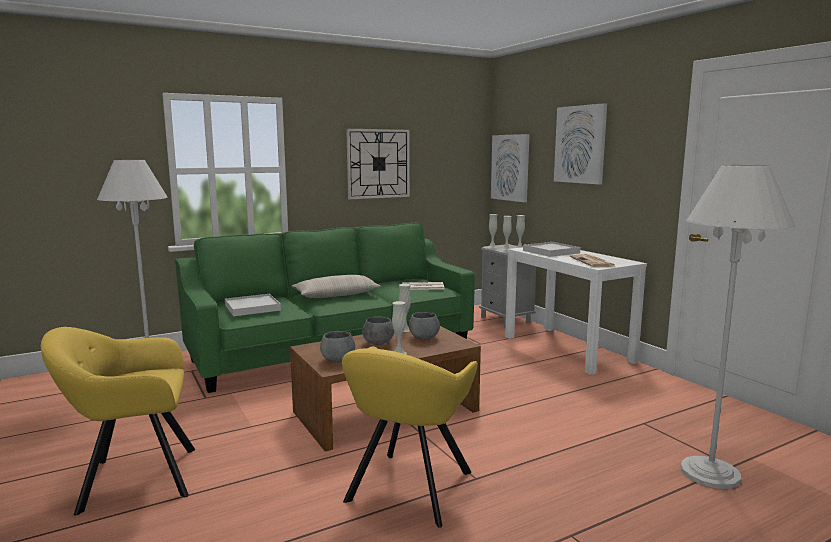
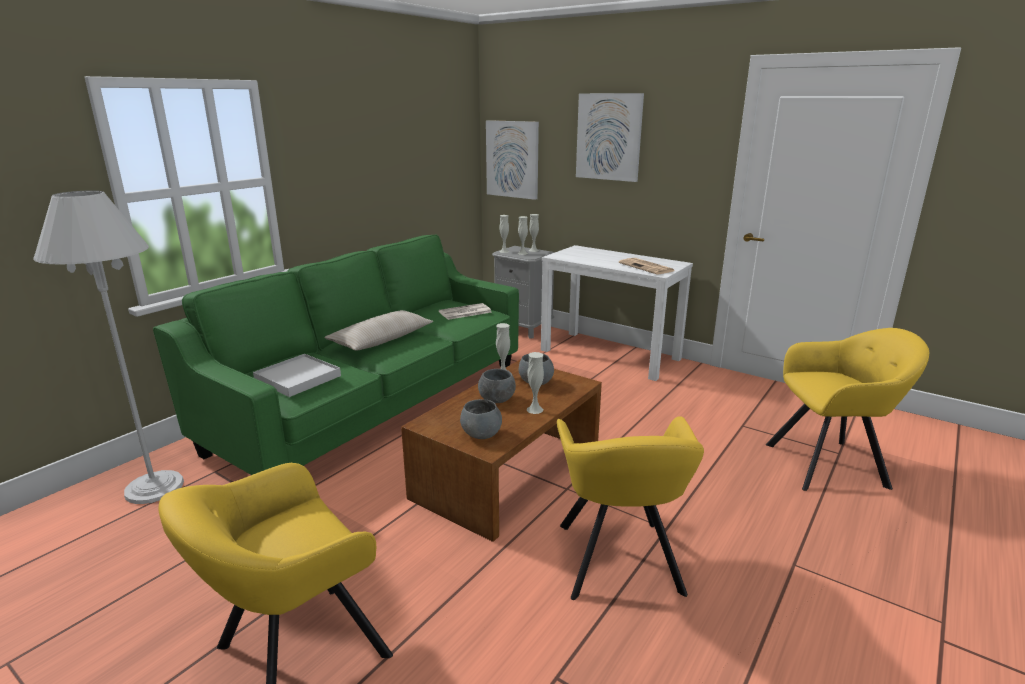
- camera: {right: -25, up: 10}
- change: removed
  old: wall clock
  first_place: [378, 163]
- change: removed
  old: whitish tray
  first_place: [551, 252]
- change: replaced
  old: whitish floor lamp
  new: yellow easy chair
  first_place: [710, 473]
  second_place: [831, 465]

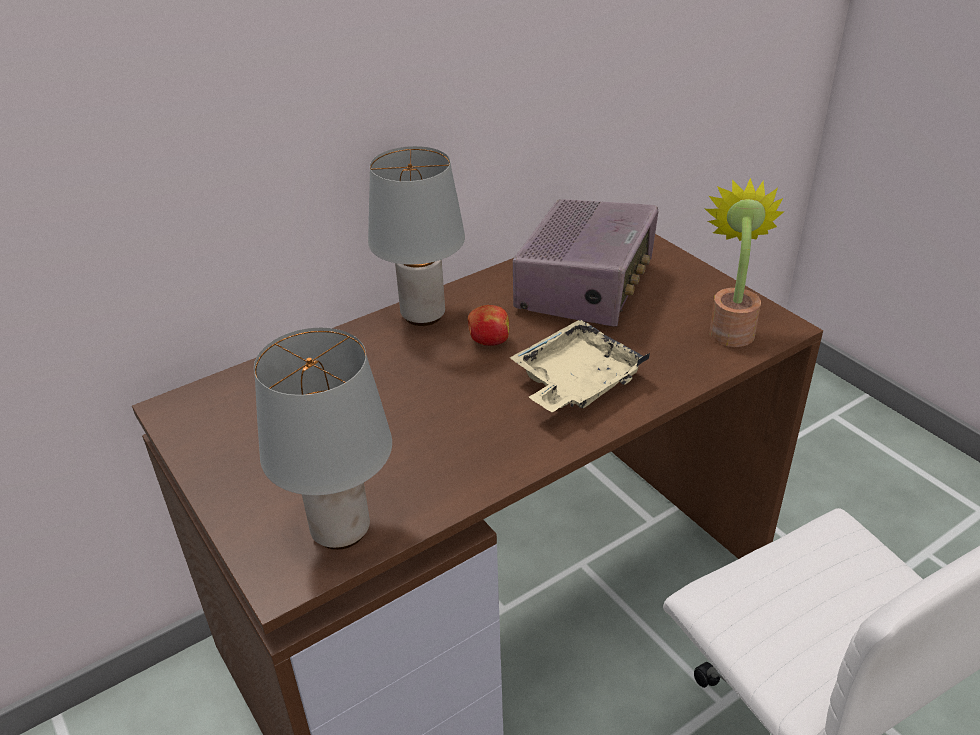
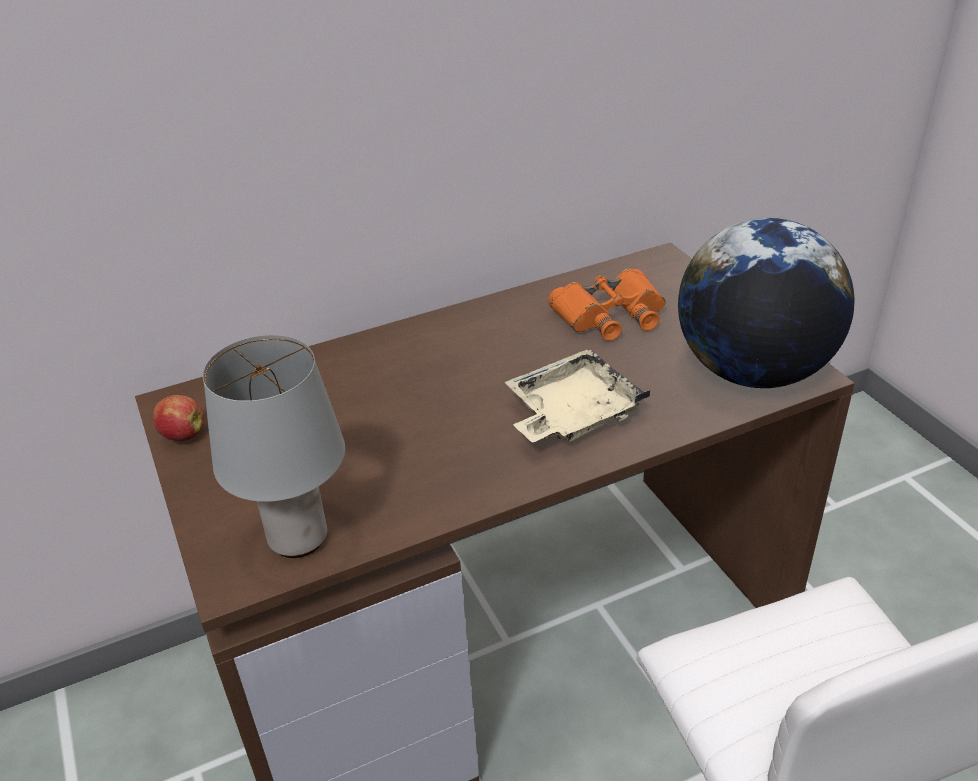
- camera: {right: 10, up: 0}
- change: removed
  old: gray lamp for a table
  first_place: [421, 315]
- change: moved
  old: whole apple
  first_place: [488, 341]
  second_place: [182, 435]
- change: replaced
  old: radio
  new: orangey field glasses
  first_place: [586, 286]
  second_place: [610, 315]
- change: replaced
  old: houseplant
  new: desk globe
  first_place: [731, 328]
  second_place: [752, 371]

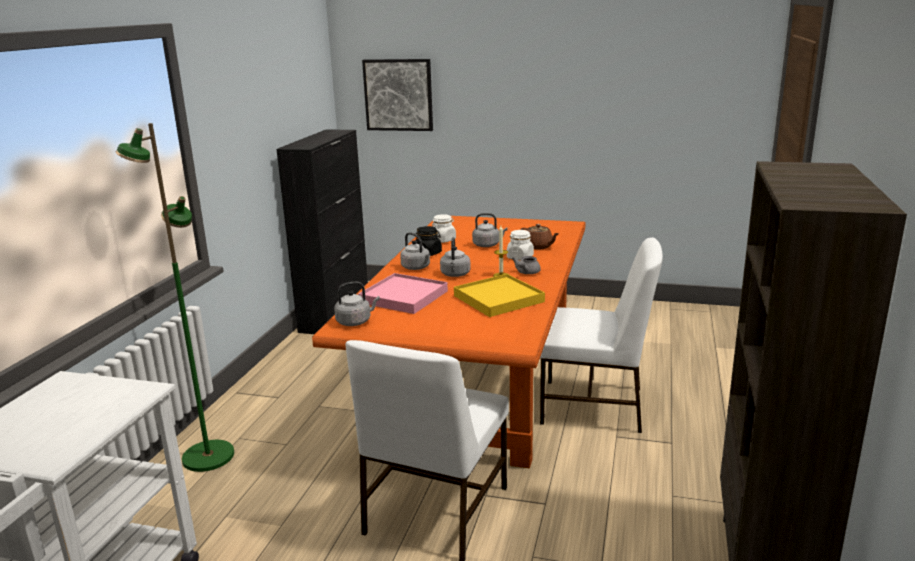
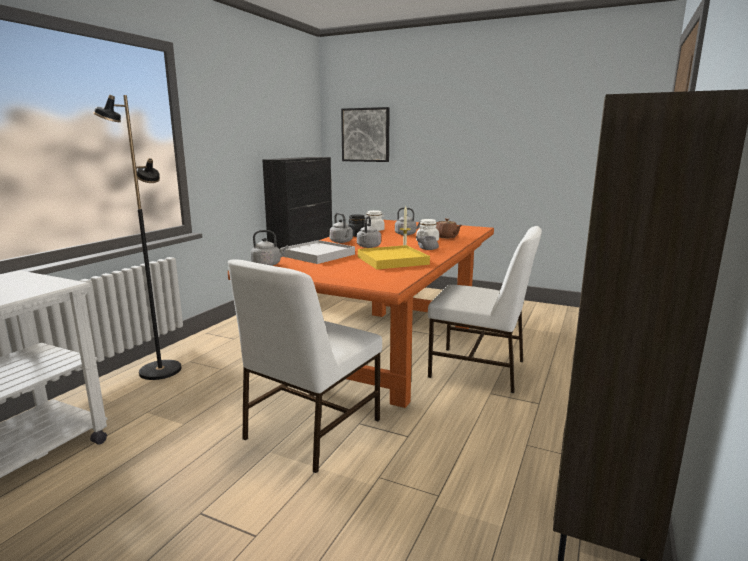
- camera: {right: 10, up: -5}
- change: recoloured
  old: greenish floor lamp
  new: black-coloured floor lamp
  first_place: [207, 457]
  second_place: [159, 370]
- change: recoloured
  old: pink tray
  new: whitish tray
  first_place: [404, 297]
  second_place: [318, 255]

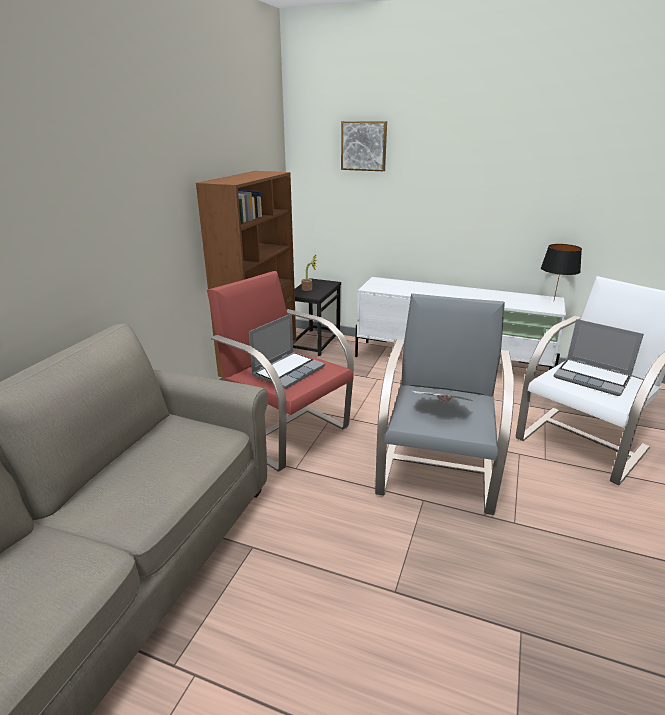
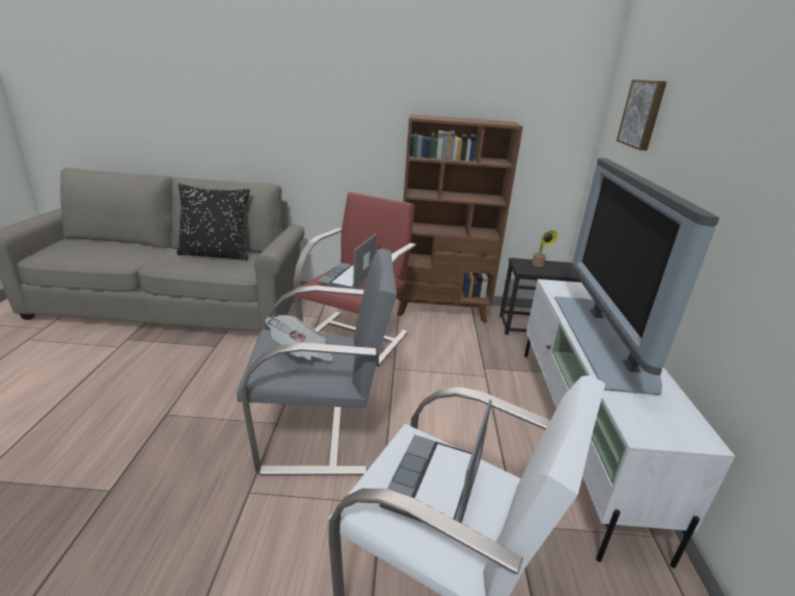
- camera: {right: 70, up: 0}
- change: removed
  old: black-coloured lamp for a table
  first_place: [554, 301]
- change: added
  new: black-coloured throw pillow
  second_place: [216, 254]
- change: added
  new: television
  second_place: [604, 339]
- change: turned
  old: laptop
  first_place: [288, 371]
  second_place: [347, 278]
  degrees: 90

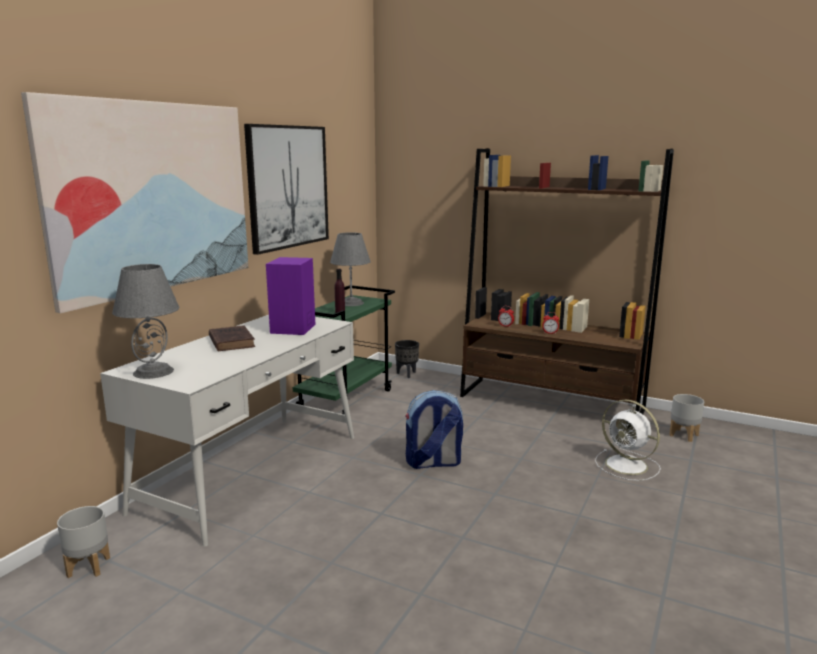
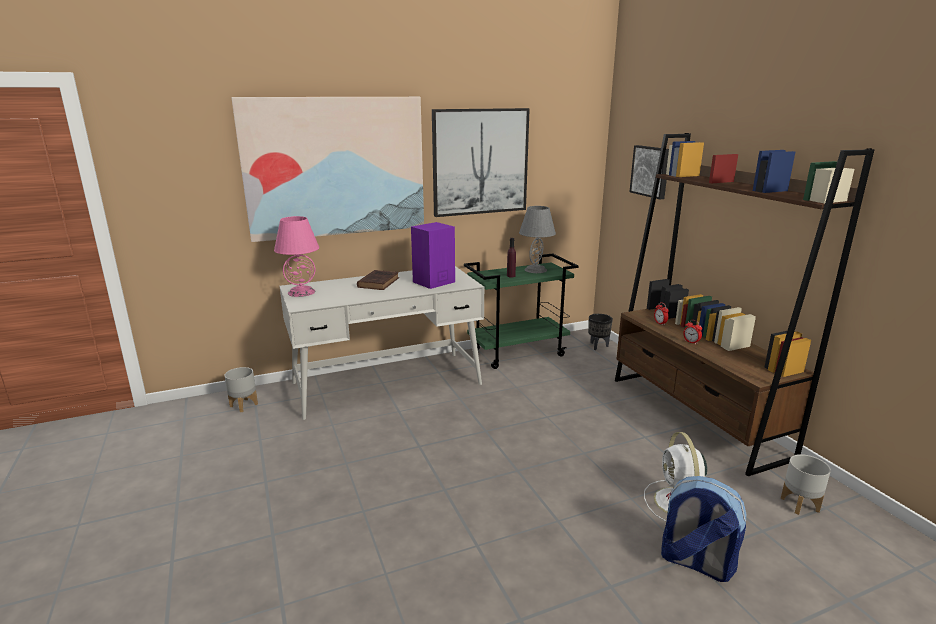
- camera: {right: 40, up: 5}
- change: added
  new: wall art
  second_place: [651, 171]
- change: moved
  old: backpack
  first_place: [433, 463]
  second_place: [695, 563]
- change: recoloured
  old: gray lamp for a table
  new: pink lamp for a table
  first_place: [153, 372]
  second_place: [301, 292]

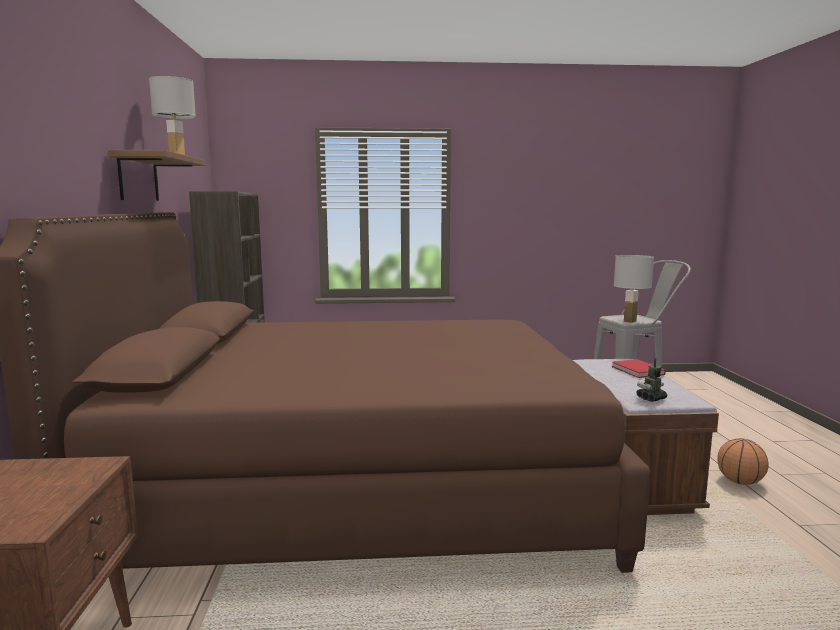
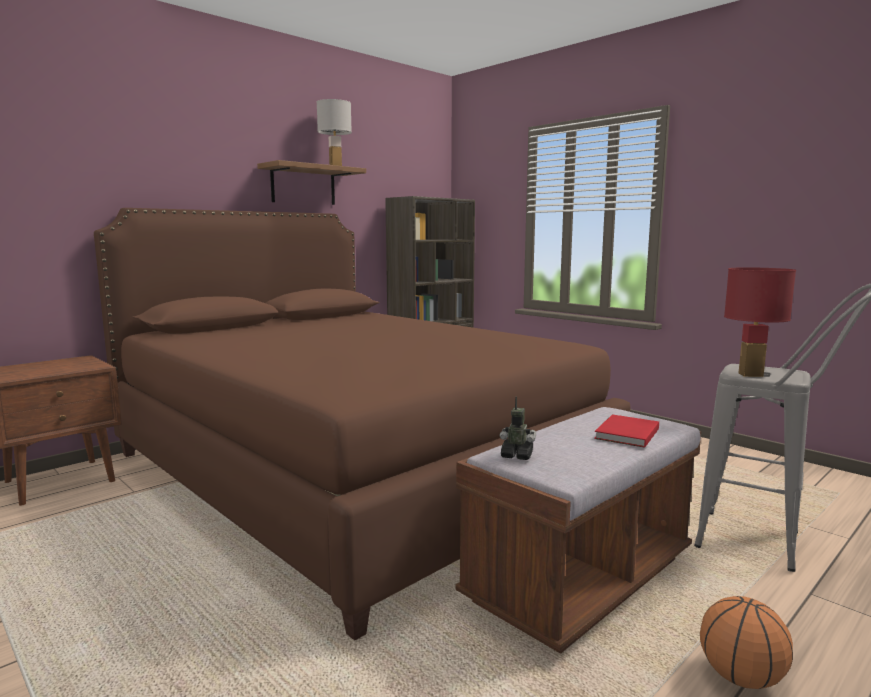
- camera: {right: 50, up: 0}
- change: recoloured
  old: whitish lamp for a table
  new: red lamp for a table
  first_place: [629, 321]
  second_place: [751, 375]

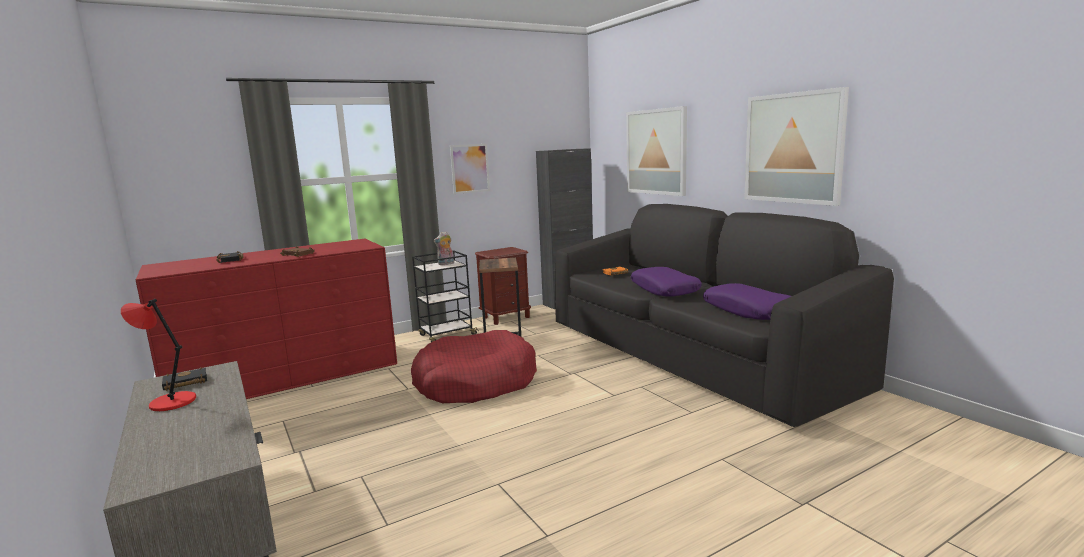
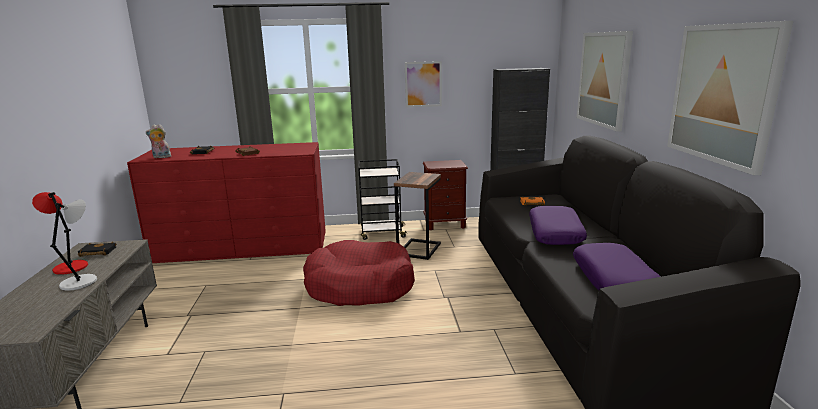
- camera: {right: 25, up: 5}
- change: added
  new: gray lamp for a table
  second_place: [80, 282]
- change: moved
  old: cuddly toy
  first_place: [446, 264]
  second_place: [161, 157]

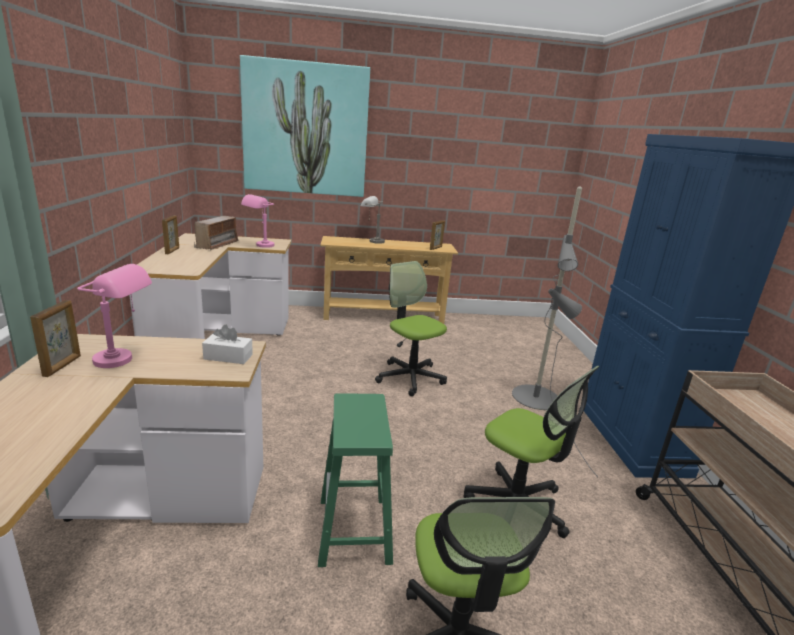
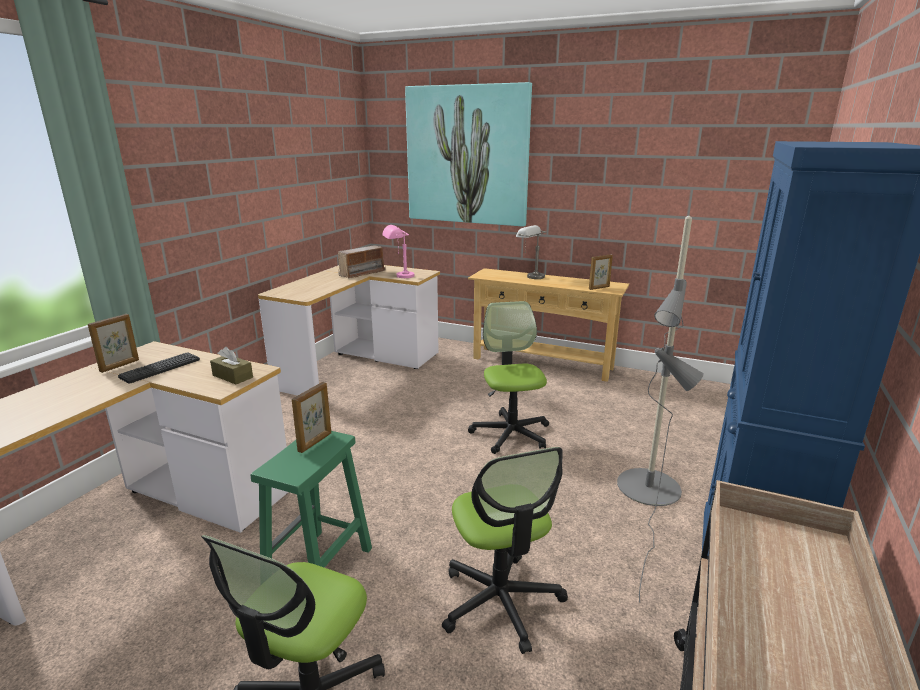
- camera: {right: 30, up: 0}
- change: moved
  old: photo frame
  first_place: [172, 251]
  second_place: [315, 442]
- change: replaced
  old: pink lamp for a table
  new: PC keyboard
  first_place: [125, 361]
  second_place: [160, 368]
- change: recoloured
  old: whitish box of tissues
  new: brown box of tissues
  first_place: [228, 357]
  second_place: [232, 376]

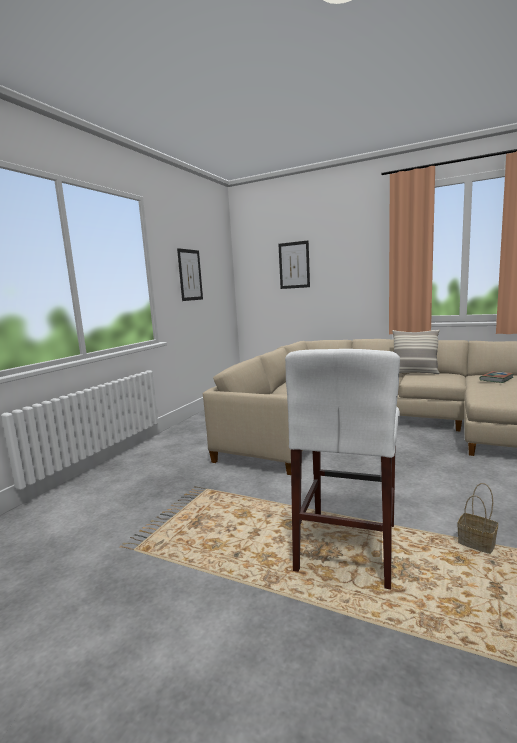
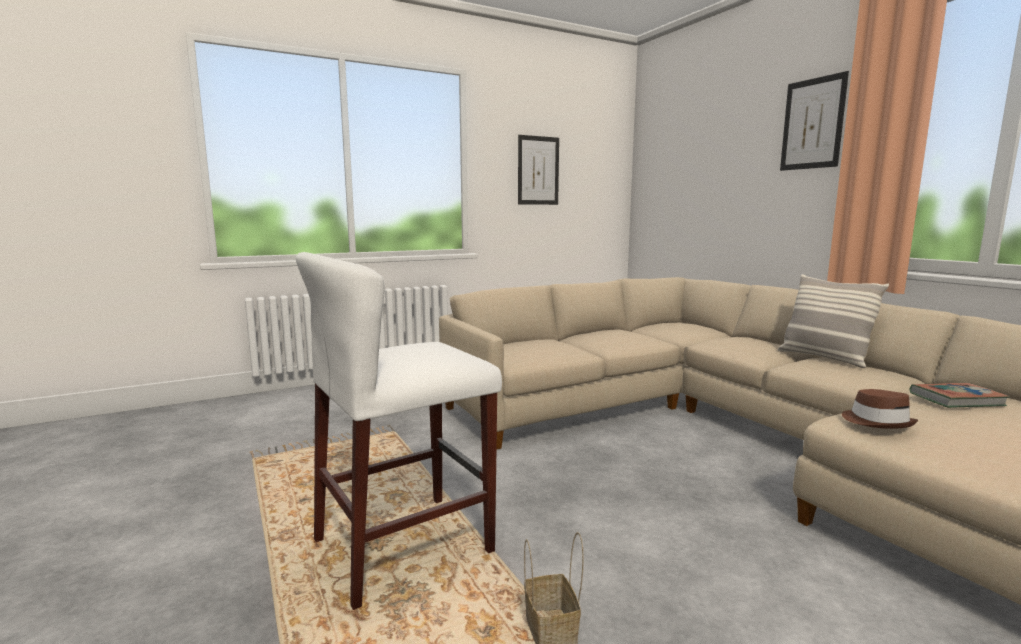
- camera: {right: 35, up: 0}
- change: added
  new: brown hat
  second_place: [877, 422]
- change: moved
  old: wall art
  first_place: [294, 265]
  second_place: [812, 124]

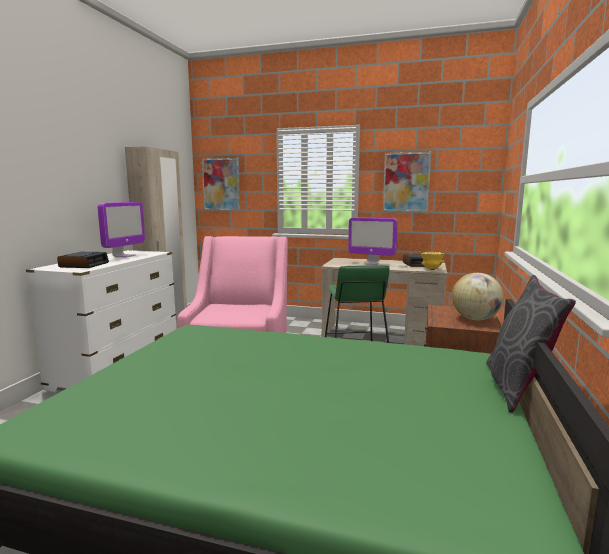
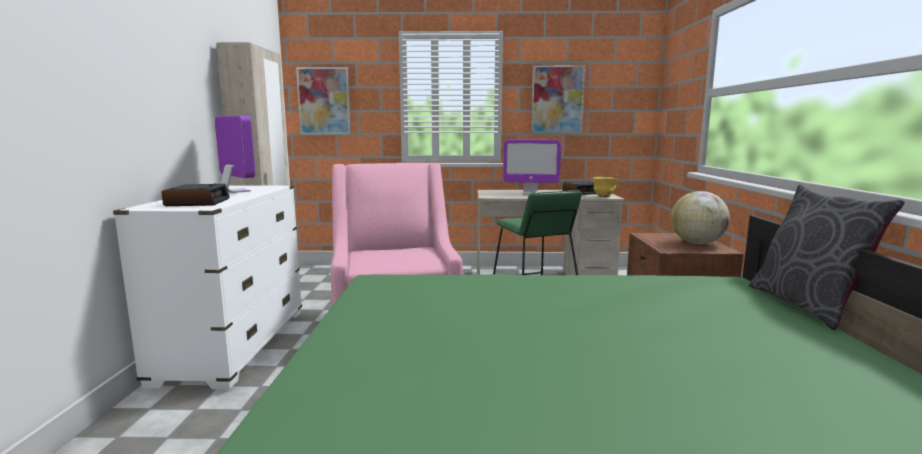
- camera: {right: -15, up: 0}
- change: turned
  old: monitor
  first_place: [124, 256]
  second_place: [235, 191]
  degrees: -45

